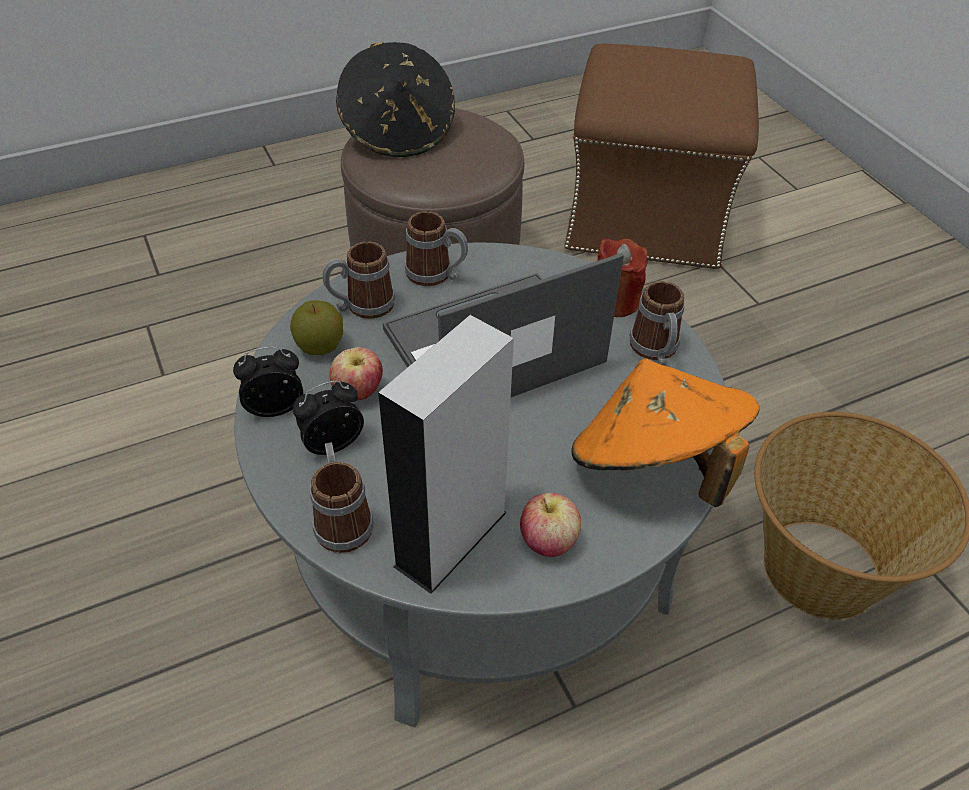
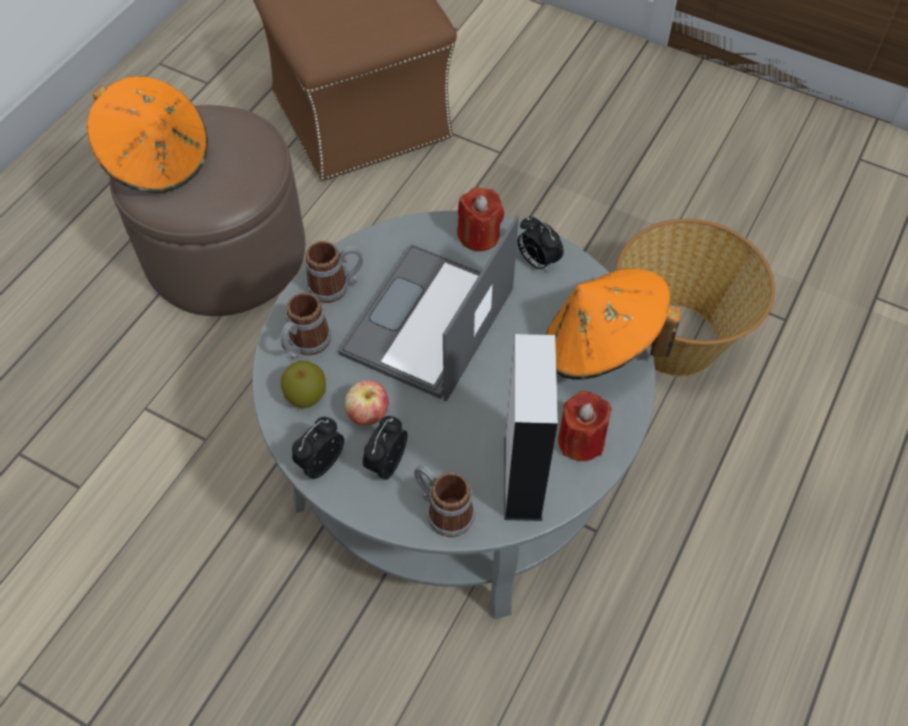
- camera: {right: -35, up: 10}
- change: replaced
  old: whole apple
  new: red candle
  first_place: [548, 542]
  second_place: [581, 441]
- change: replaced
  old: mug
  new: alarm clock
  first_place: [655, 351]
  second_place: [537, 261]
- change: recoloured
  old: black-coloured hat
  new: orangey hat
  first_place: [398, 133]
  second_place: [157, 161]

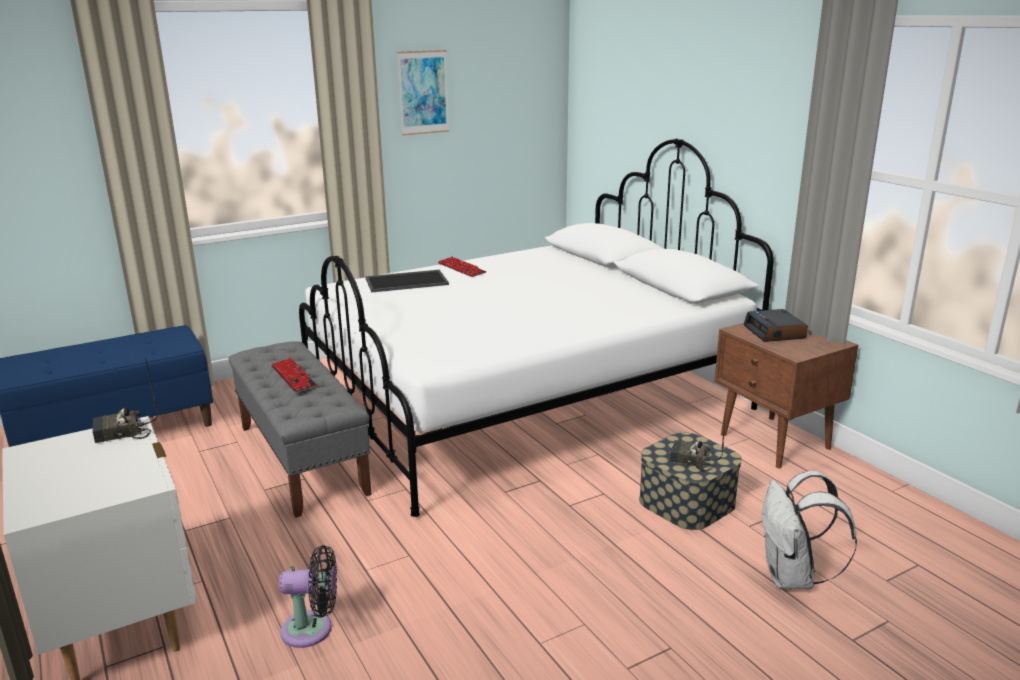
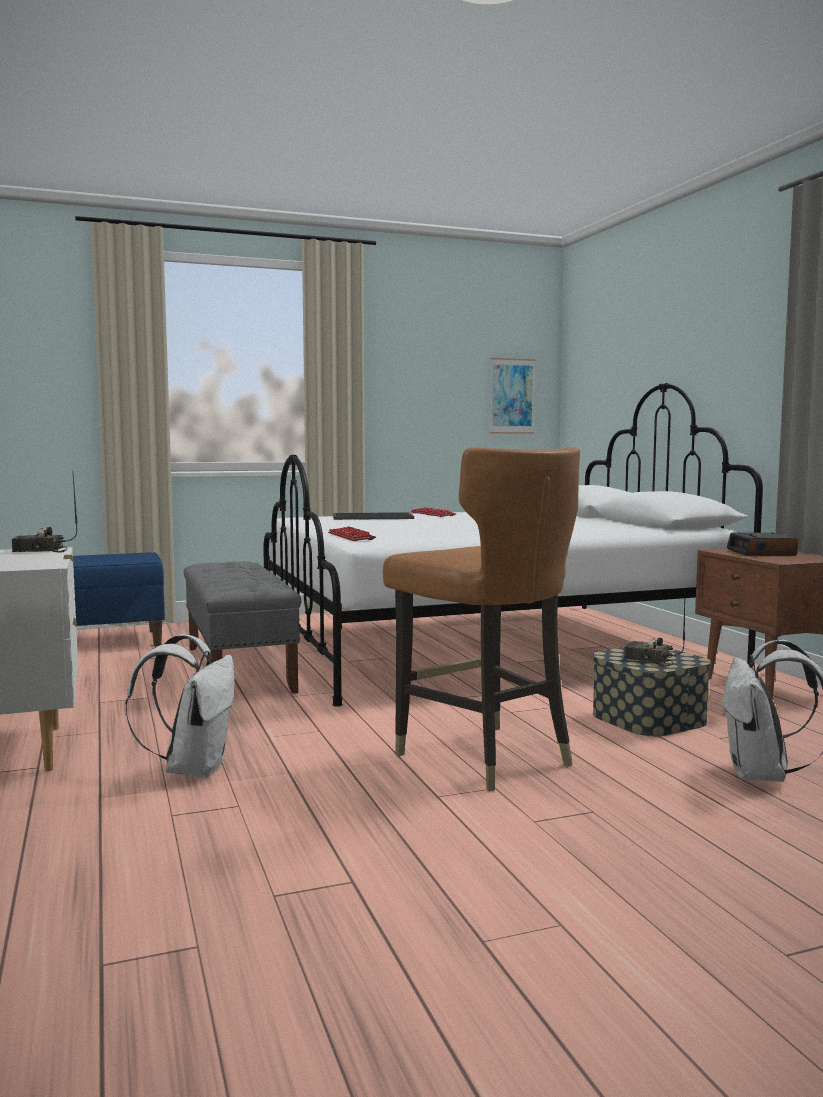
- camera: {right: 10, up: -15}
- change: added
  new: brown plain chair
  second_place: [483, 757]
- change: moved
  old: PC keyboard
  first_place: [293, 376]
  second_place: [351, 536]
- change: moved
  old: wall art
  first_place: [423, 92]
  second_place: [512, 396]
- change: replaced
  old: black-coloured fan
  new: whitish backpack
  first_place: [312, 629]
  second_place: [193, 768]

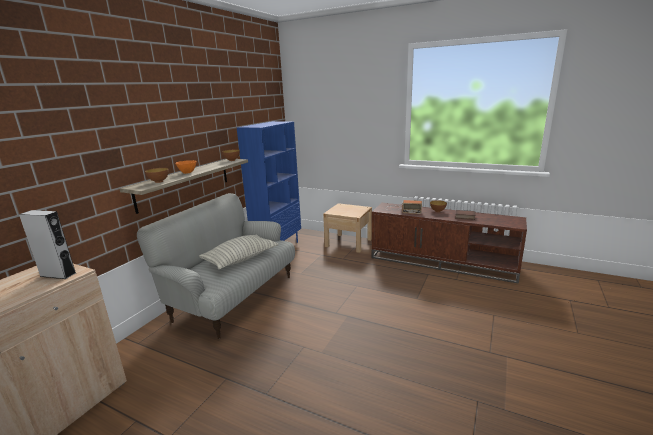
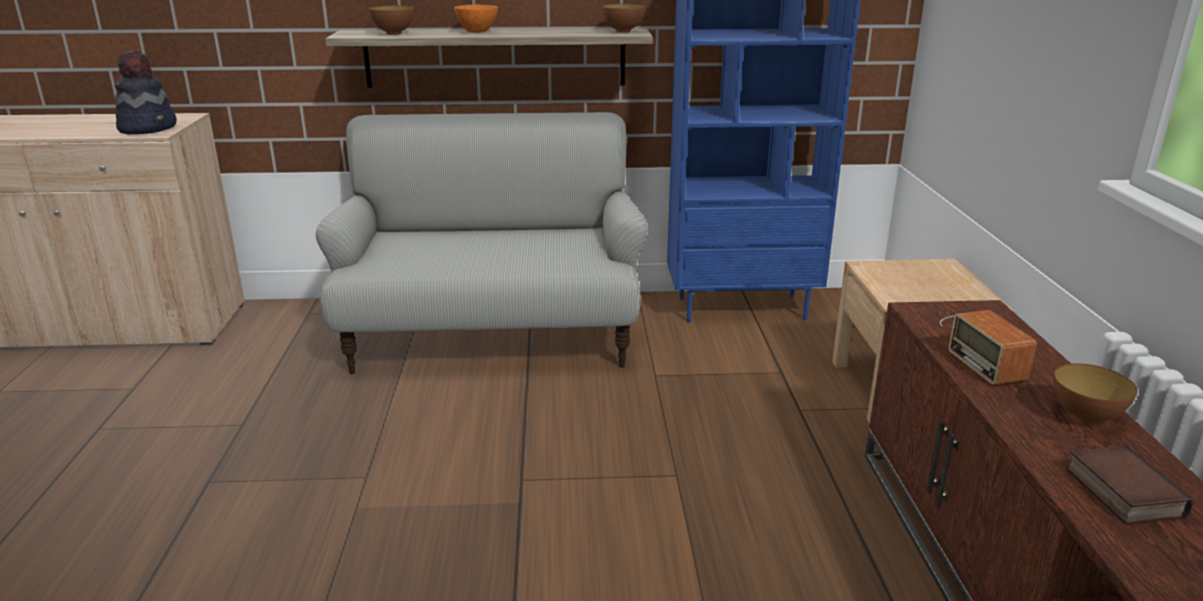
- camera: {right: 60, up: 5}
- change: removed
  old: throw pillow
  first_place: [241, 259]
- change: replaced
  old: gray speaker
  new: hat
  first_place: [58, 274]
  second_place: [148, 128]

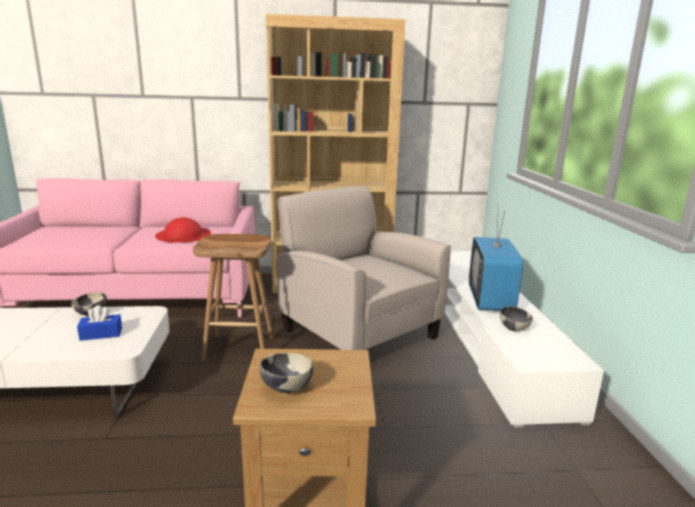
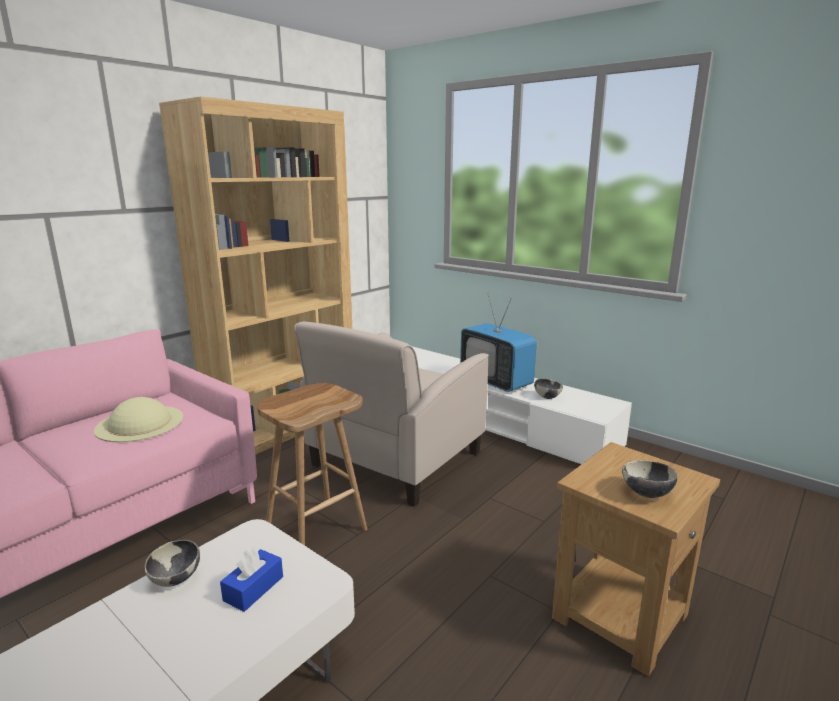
- camera: {right: -45, up: 0}
- change: recoloured
  old: red hat
  new: beige hat
  first_place: [183, 234]
  second_place: [140, 423]
- change: turned
  old: beige easy chair
  first_place: [358, 333]
  second_place: [395, 460]
  degrees: -60

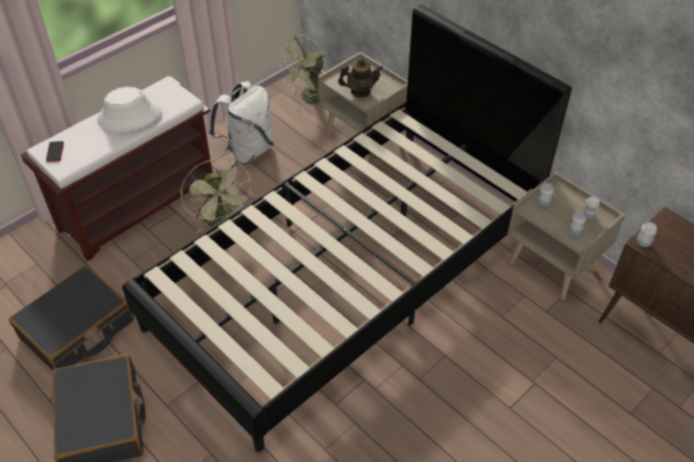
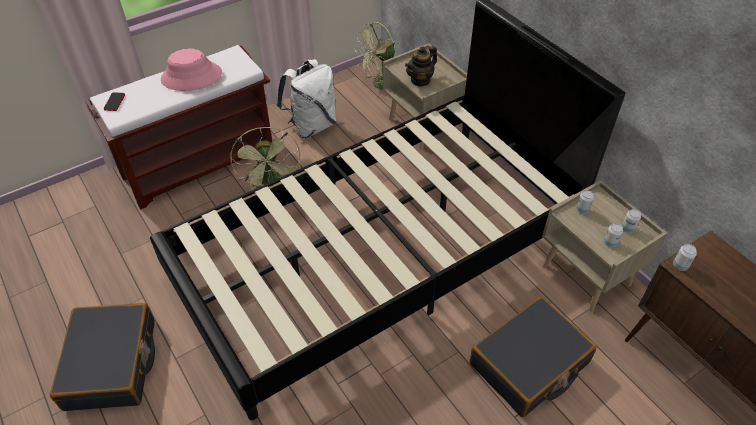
- camera: {right: 10, up: 0}
- change: moved
  old: black-coloured suitcase
  first_place: [77, 329]
  second_place: [529, 364]
- change: recoloured
  old: whitish hat
  new: pink hat
  first_place: [129, 116]
  second_place: [191, 77]
- change: turned
  old: tea pot
  first_place: [360, 91]
  second_place: [420, 80]
  degrees: 135

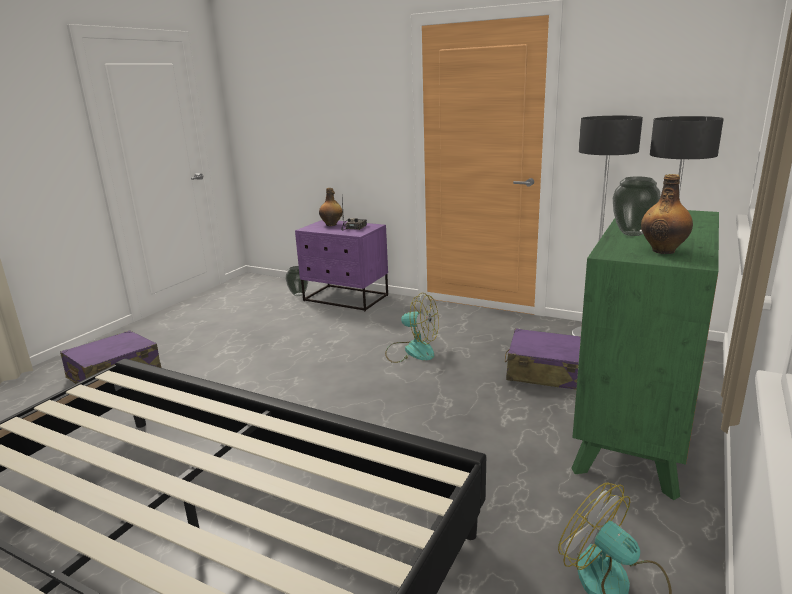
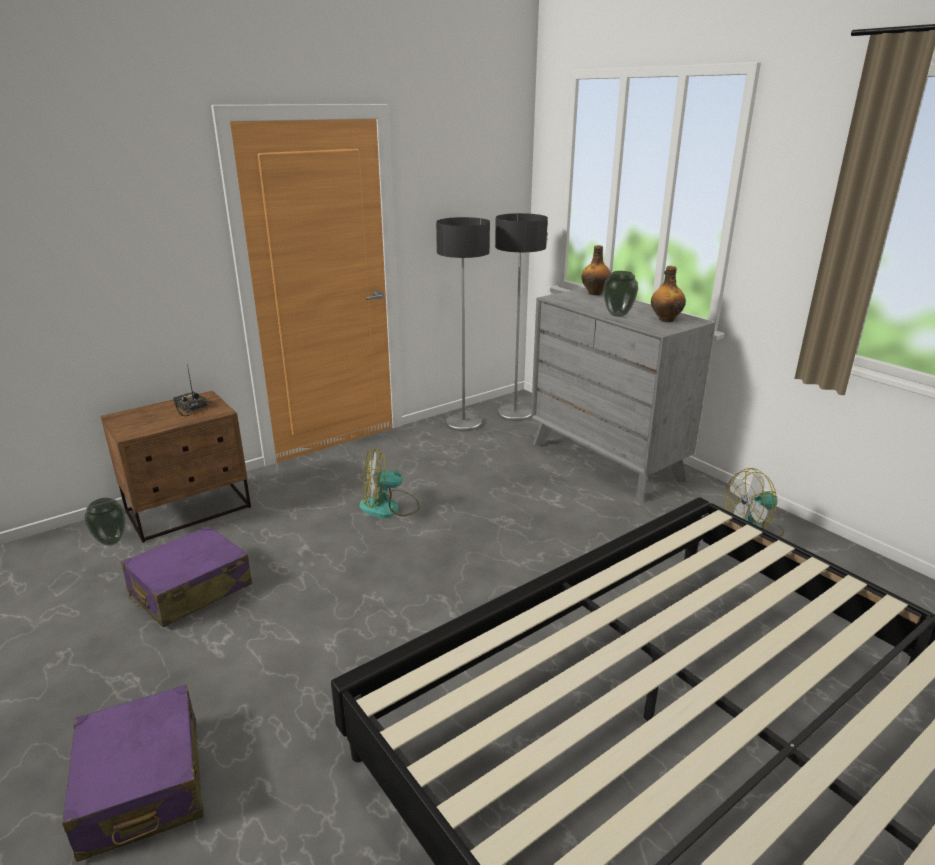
- camera: {right: -65, up: 5}
- change: moved
  old: drink bottle
  first_place: [331, 225]
  second_place: [595, 293]
- change: moved
  old: purple suitcase
  first_place: [546, 372]
  second_place: [190, 589]
- change: recoloured
  old: purple bedside table
  new: brown bedside table
  first_place: [345, 298]
  second_place: [189, 510]
- change: recoloured
  old: greenish chest of drawers
  new: gray chest of drawers
  first_place: [636, 429]
  second_place: [606, 461]
- change: turned
  old: fan
  first_place: [412, 351]
  second_place: [389, 508]
  degrees: -150

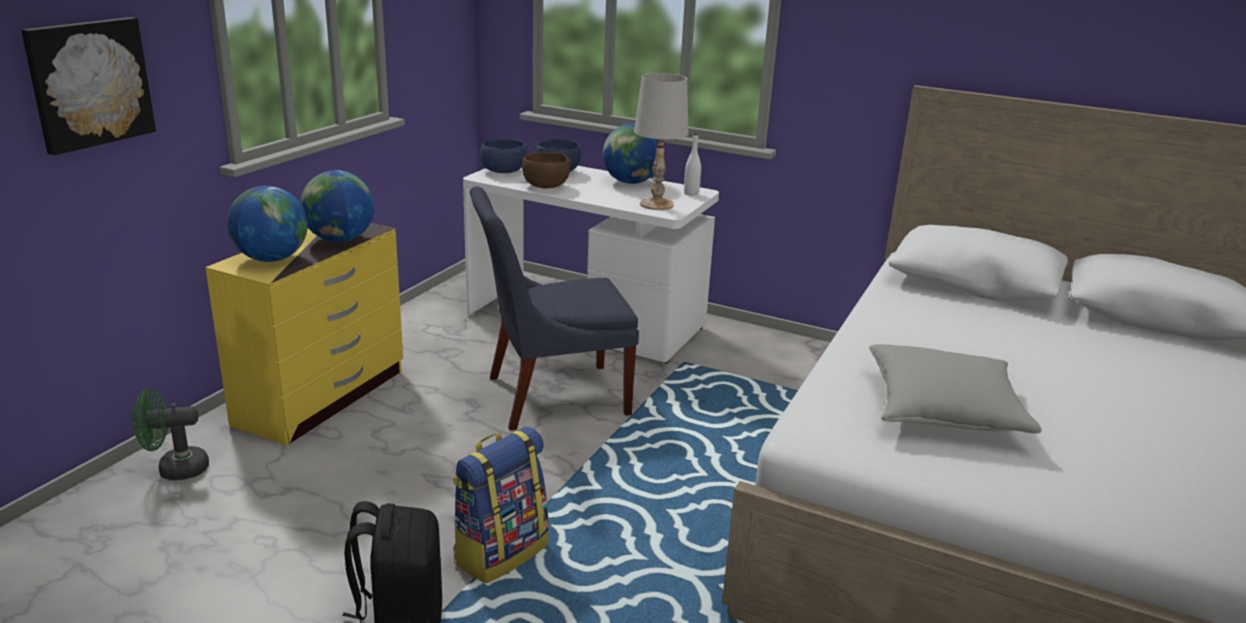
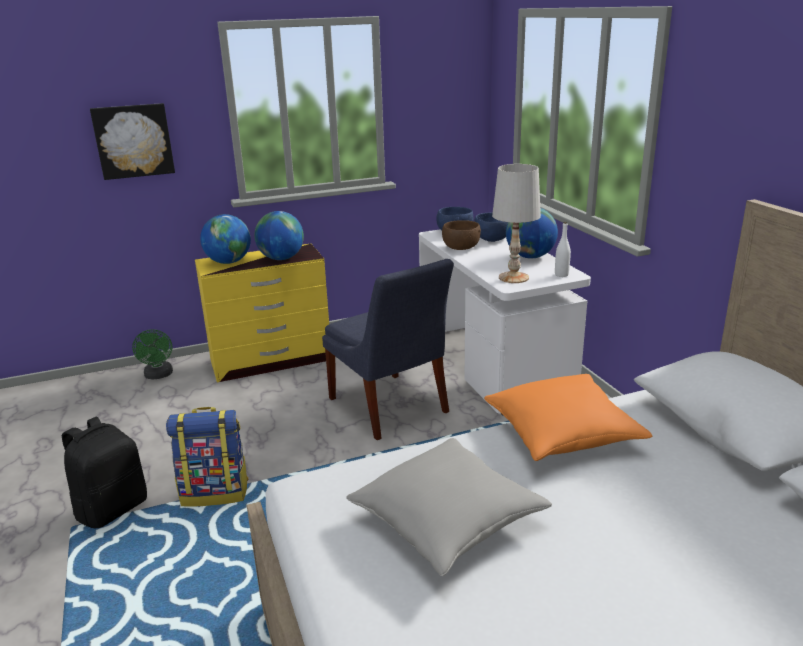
- camera: {right: 45, up: 0}
- change: added
  new: orangey throw pillow
  second_place: [562, 433]
- change: turned
  old: greenish fan
  first_place: [175, 469]
  second_place: [159, 375]
  degrees: -135
- change: turned
  old: blue plain chair
  first_place: [550, 396]
  second_place: [390, 408]
  degrees: -150

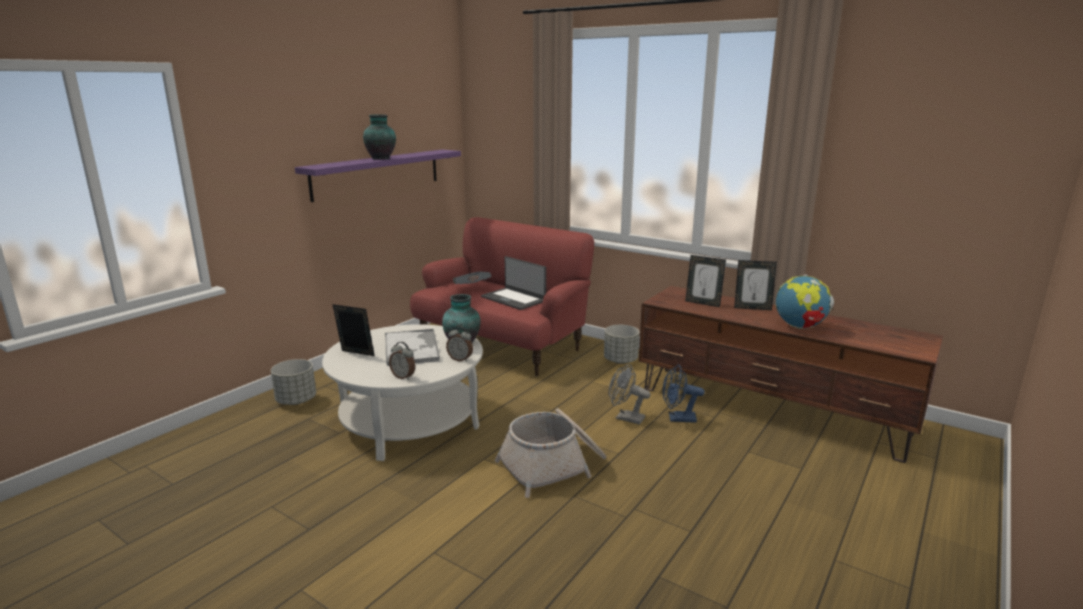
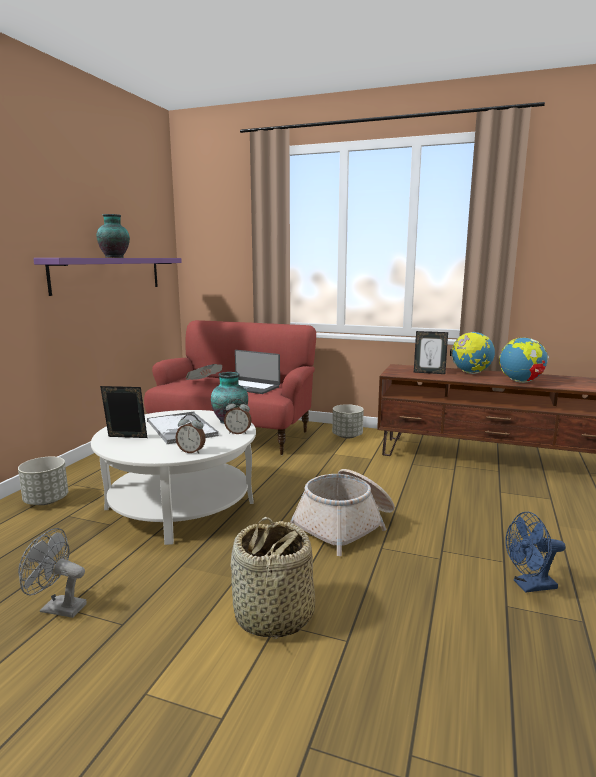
- camera: {right: -15, up: -5}
- change: added
  new: household basket
  second_place: [273, 616]
- change: moved
  old: gray fan
  first_place: [625, 418]
  second_place: [57, 608]
- change: moved
  old: blue fan
  first_place: [677, 418]
  second_place: [529, 586]
- change: replaced
  old: photo frame
  new: desk globe
  first_place: [752, 308]
  second_place: [471, 373]

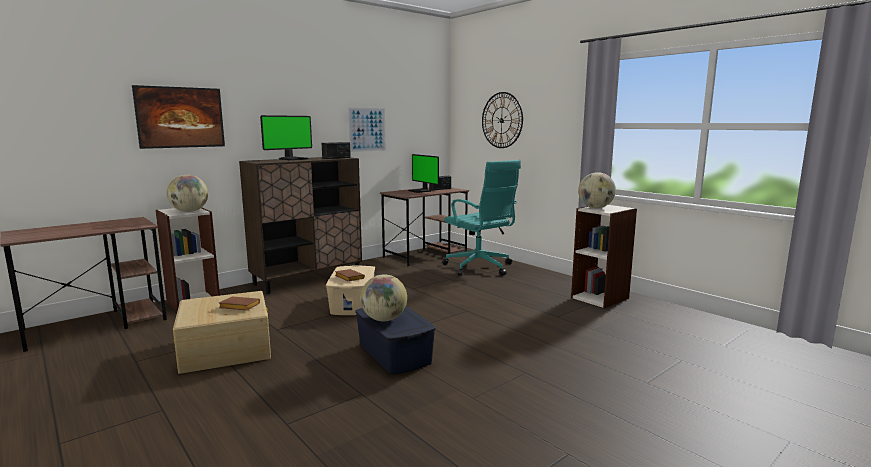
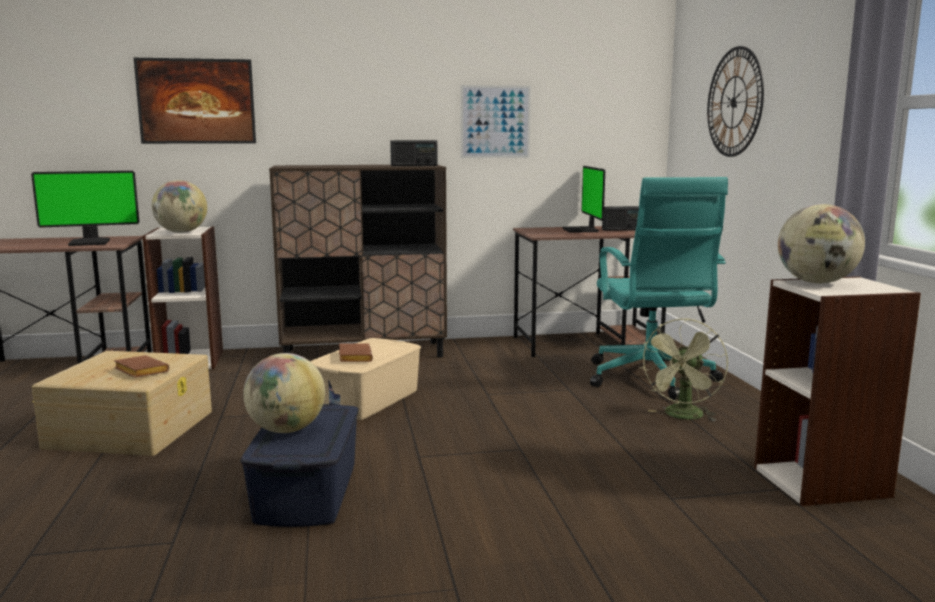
- camera: {right: 30, up: 0}
- change: added
  new: greenish fan
  second_place: [683, 416]
- change: moved
  old: monitor
  first_place: [293, 159]
  second_place: [90, 242]

